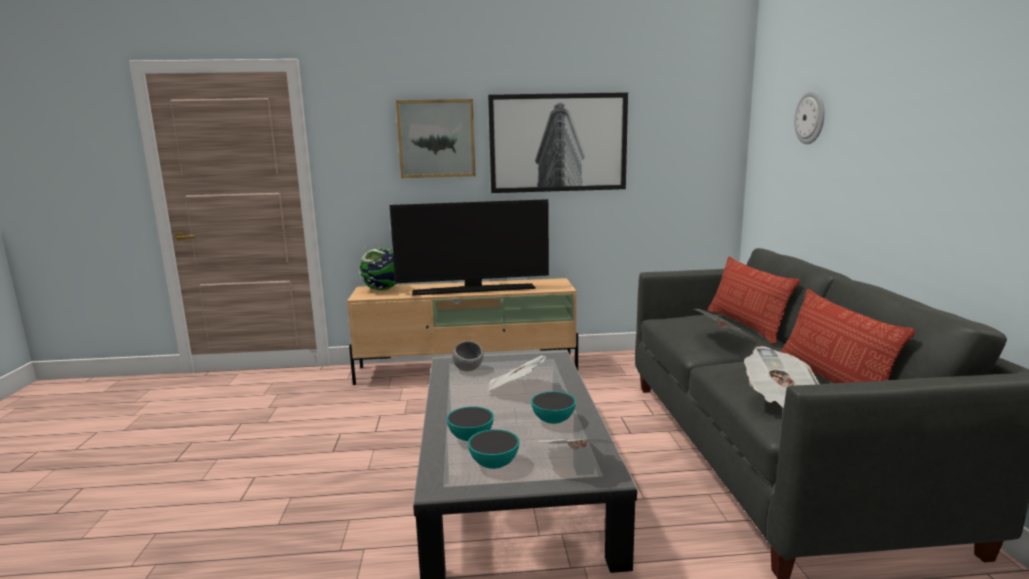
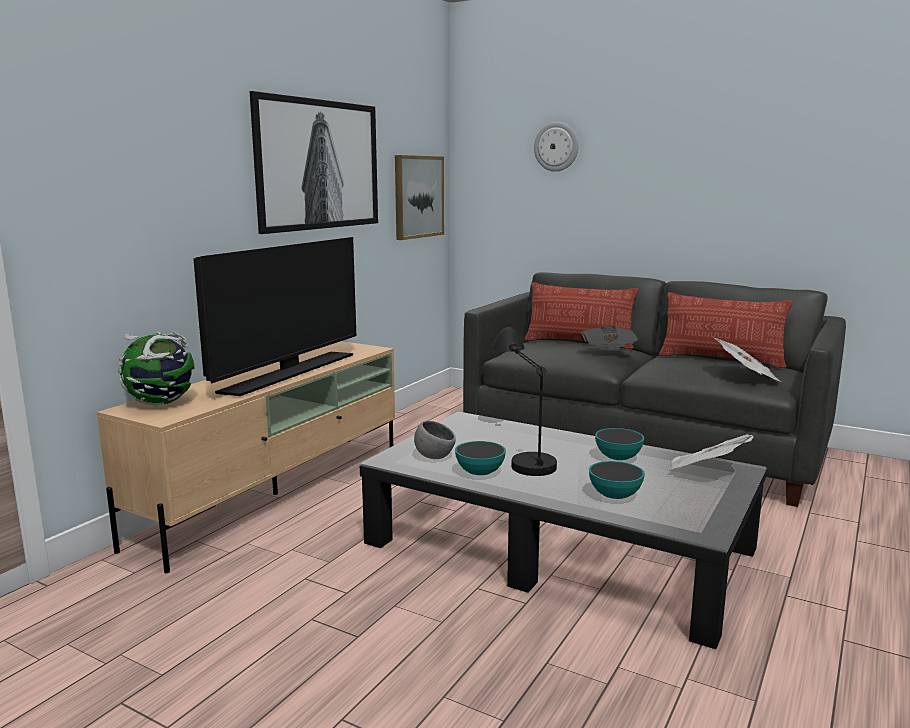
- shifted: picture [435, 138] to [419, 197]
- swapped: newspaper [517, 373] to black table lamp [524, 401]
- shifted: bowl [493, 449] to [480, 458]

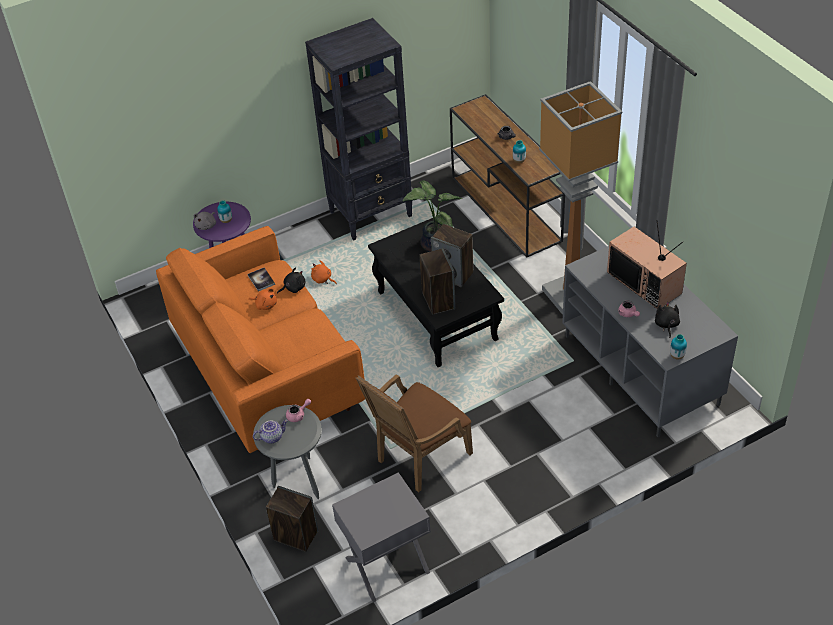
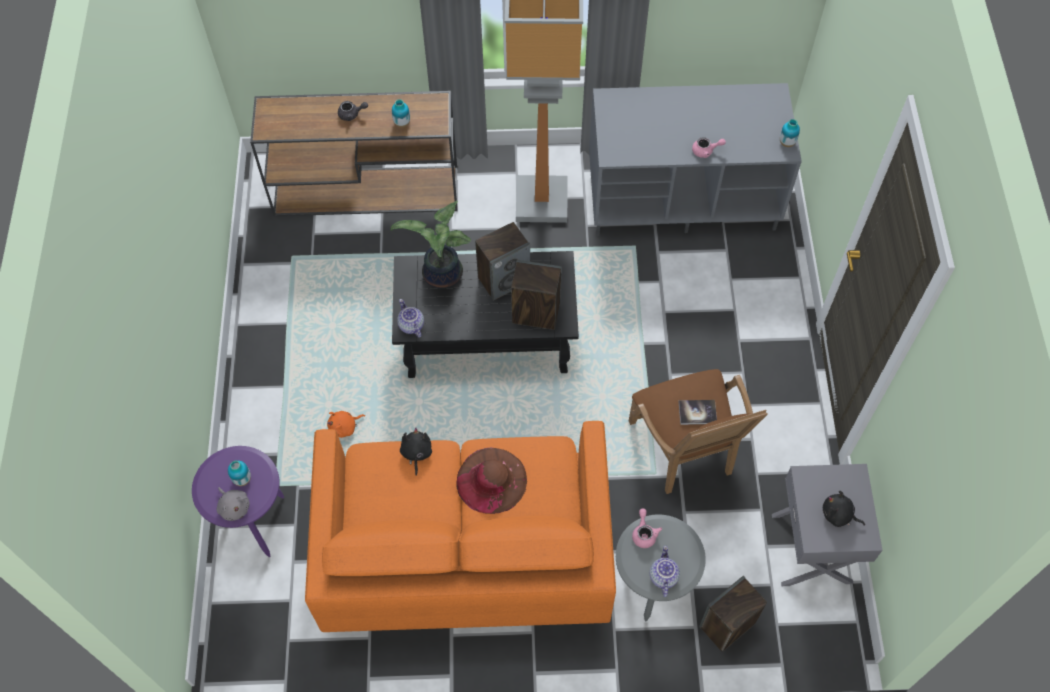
- gone: black bookcase [359, 129]
- gone: television [647, 264]
- shifted: book [261, 279] to [698, 412]
- gone: orange plush toy [263, 299]
- shifted: black plush toy [667, 320] to [844, 509]
- new: teapot [410, 318]
- new: brown hat [491, 481]

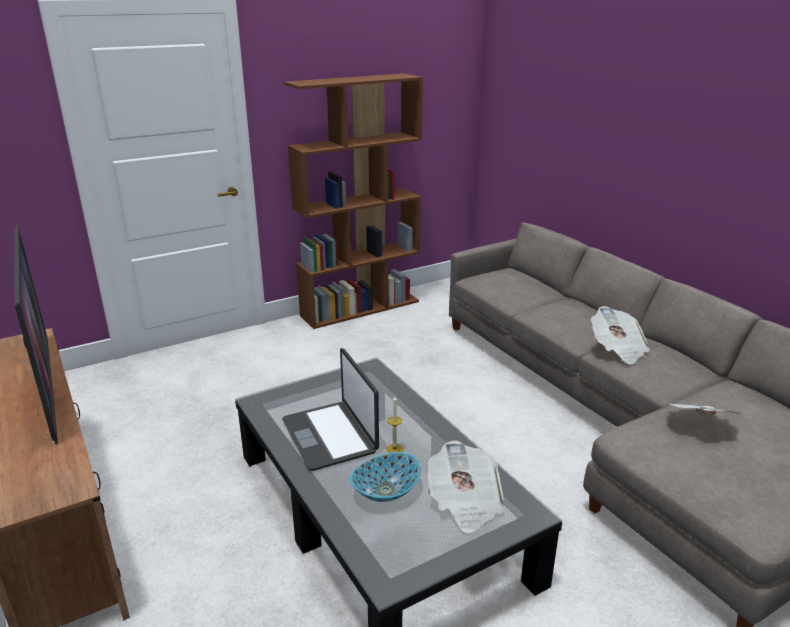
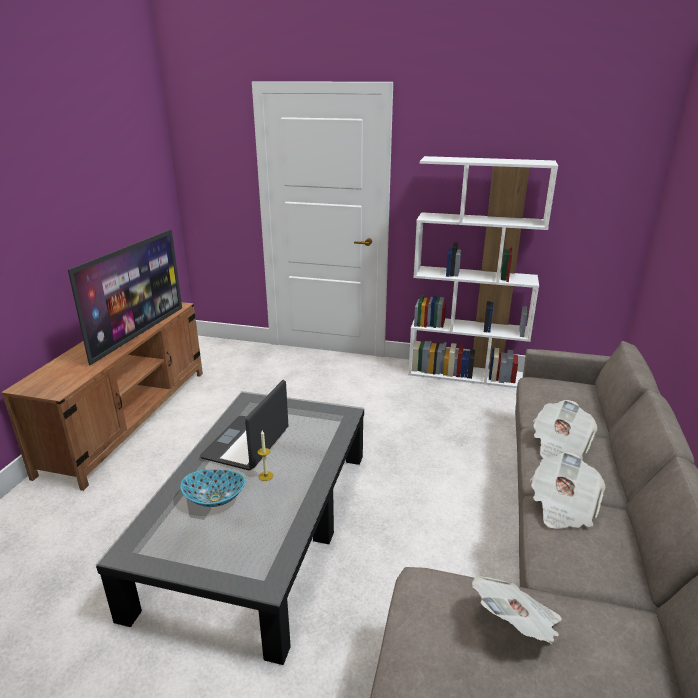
- repainted: brown bookcase [353, 201] to white bookcase [483, 272]
- shifted: newspaper [465, 487] to [565, 430]

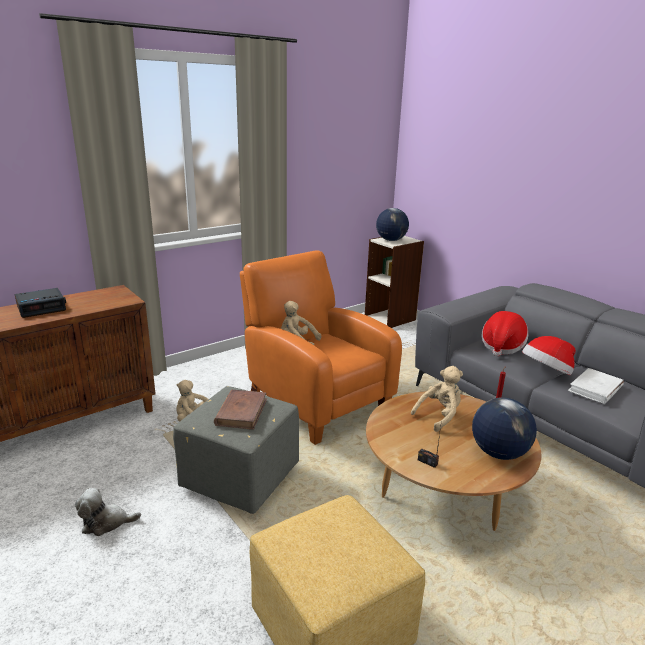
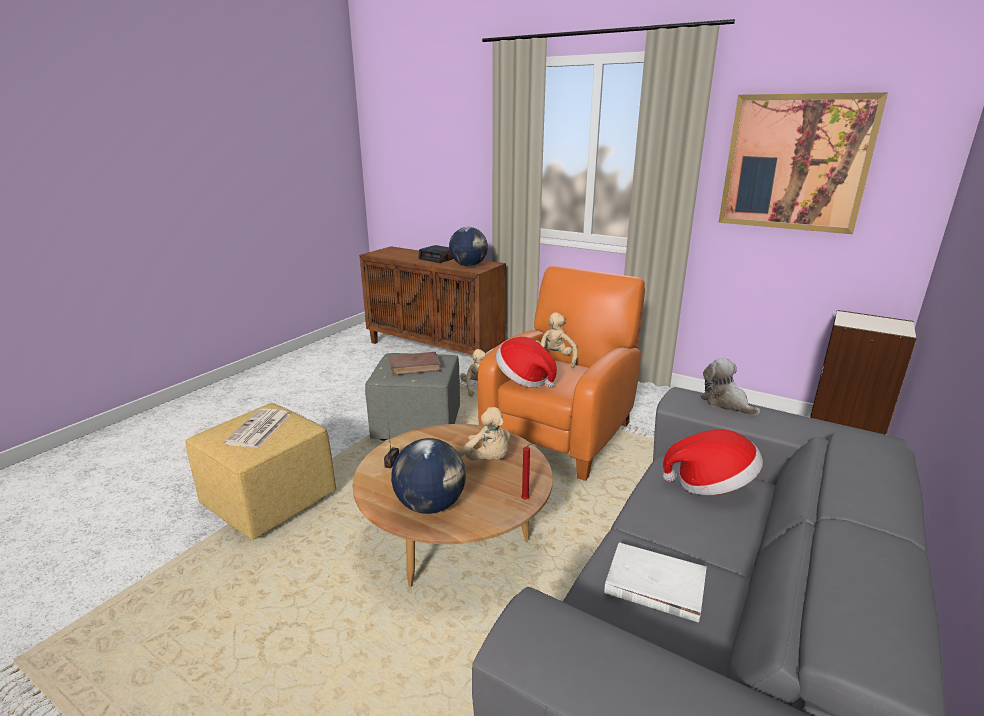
- shifted: globe [392, 224] to [468, 246]
- shifted: hat [549, 355] to [526, 362]
- shifted: plush toy [108, 512] to [730, 387]
- new: picture [803, 163]
- new: newspaper [257, 428]

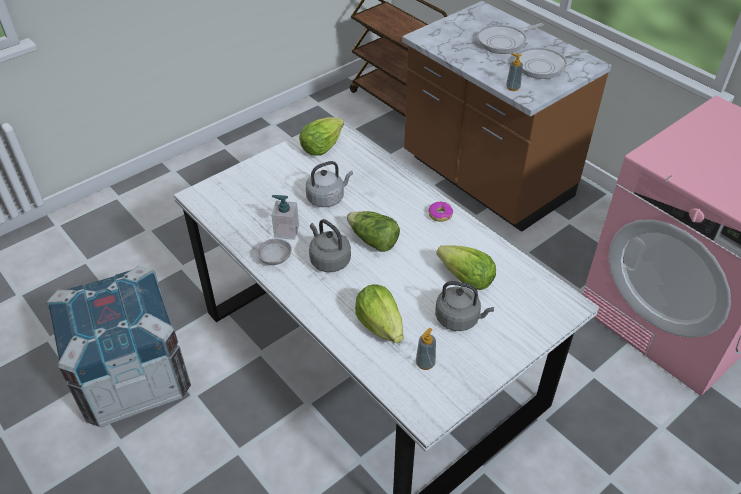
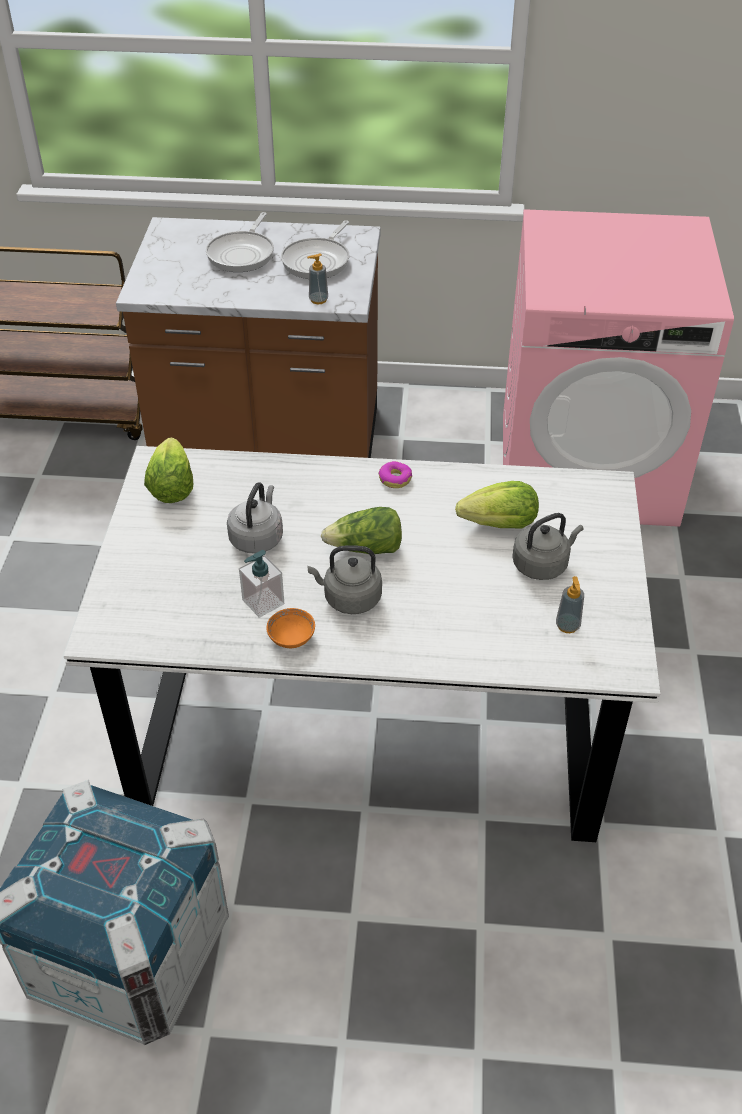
- repainted: grey bowl [274, 252] to orange bowl [290, 628]
- gone: lettuce [379, 313]

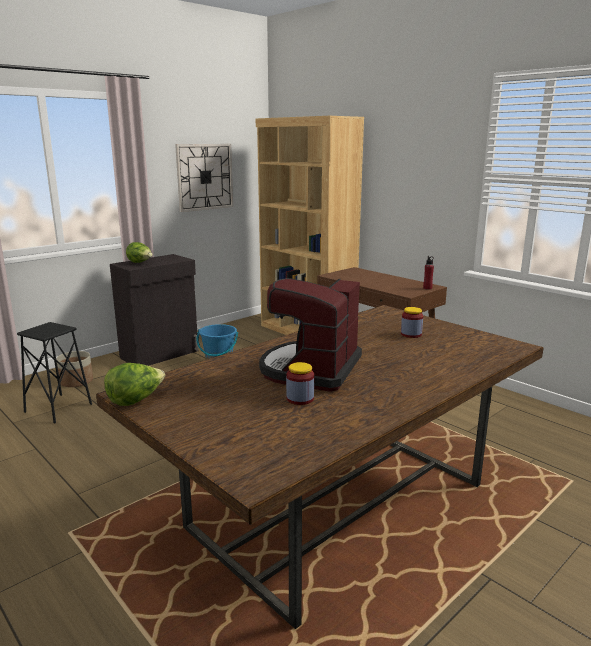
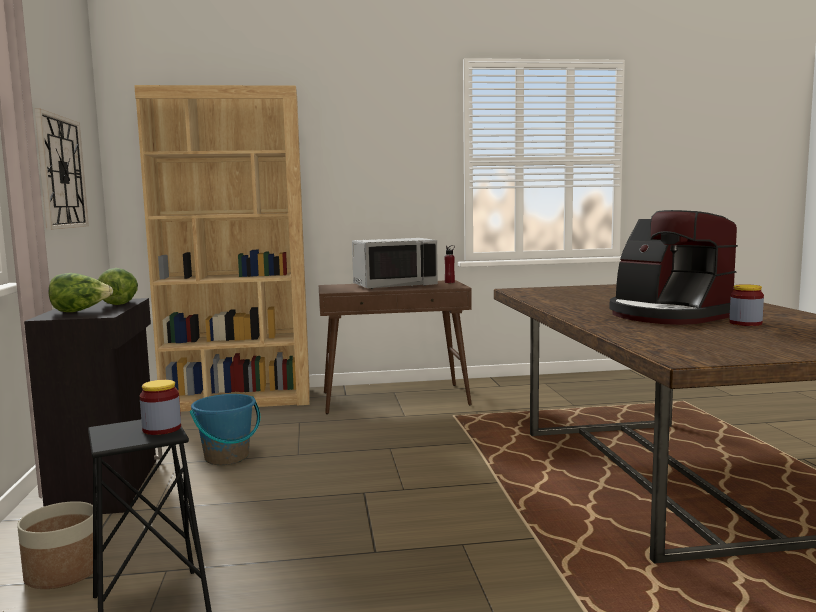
- shifted: jar [412, 322] to [160, 407]
- shifted: lettuce [134, 384] to [118, 286]
- new: grey microwave [395, 263]

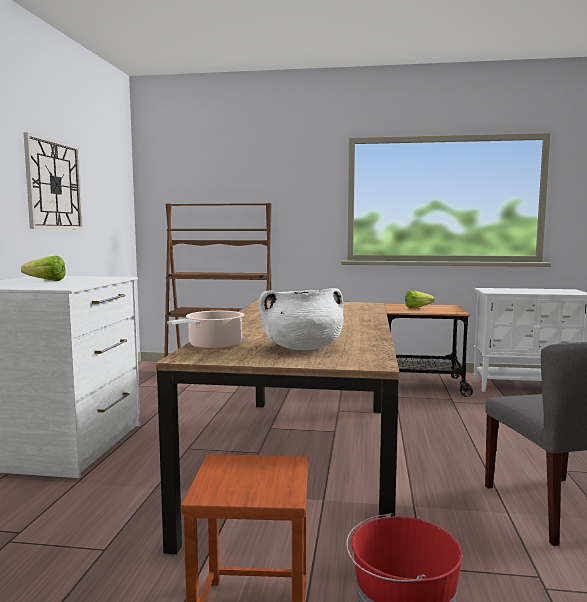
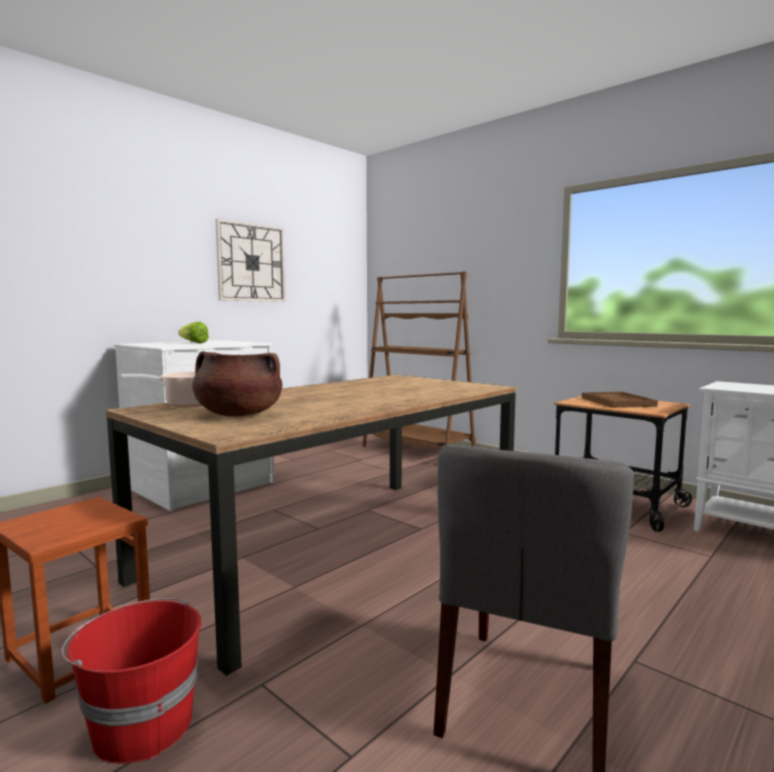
- repainted: white cooking pot [301, 319] to brown cooking pot [237, 384]
- swapped: lettuce [420, 299] to brown tray [620, 400]

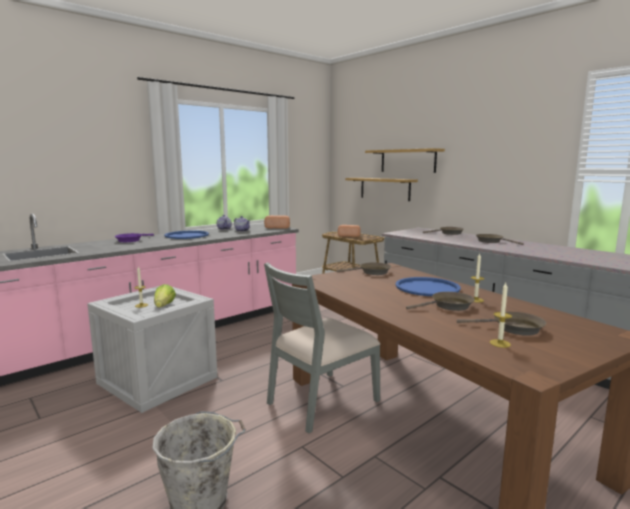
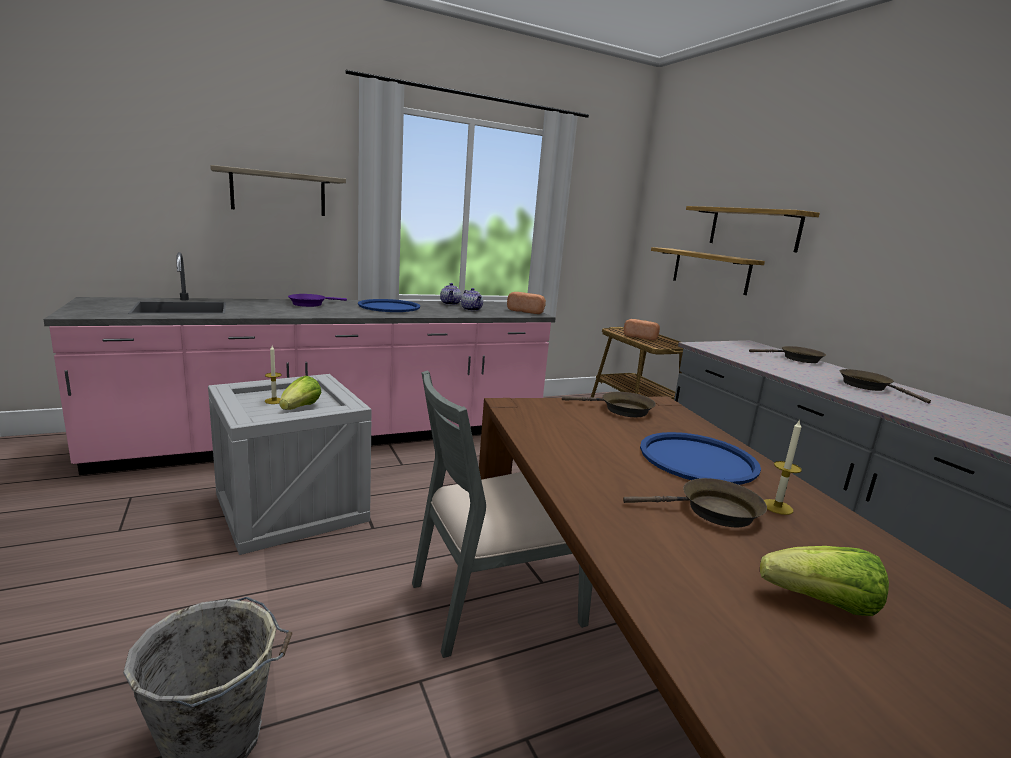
- gone: candle [501, 315]
- swapped: brown frying pan [501, 324] to lettuce [824, 581]
- new: shelf [278, 190]

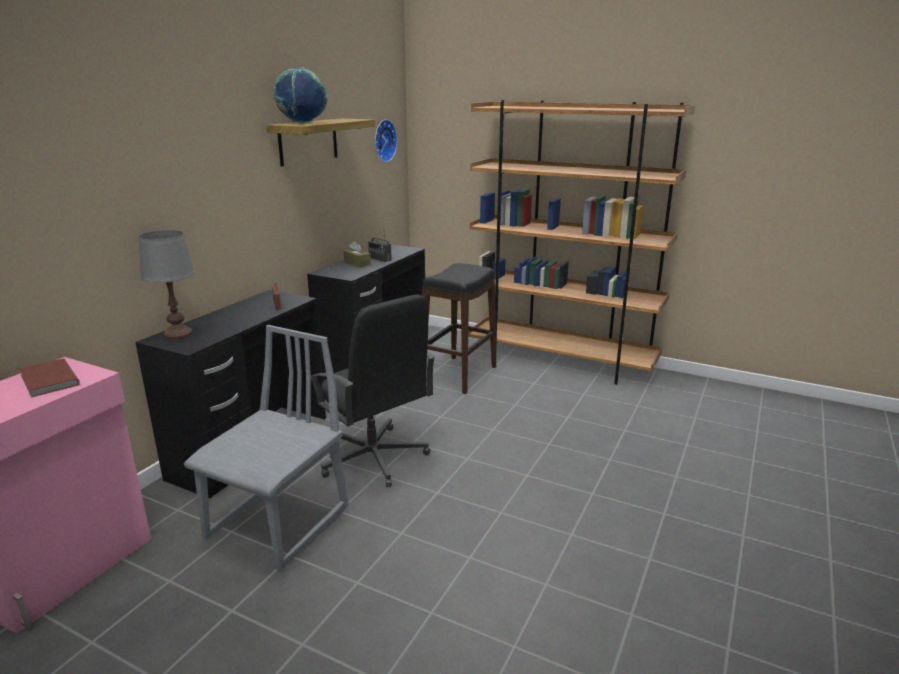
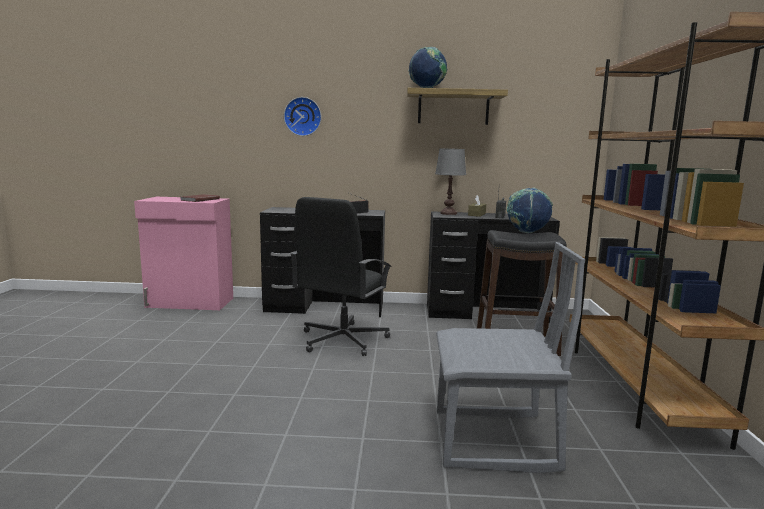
- shifted: wall clock [386, 140] to [302, 116]
- shifted: grey table lamp [167, 285] to [450, 181]
- shifted: grey chair [266, 448] to [510, 357]
- new: globe [530, 210]

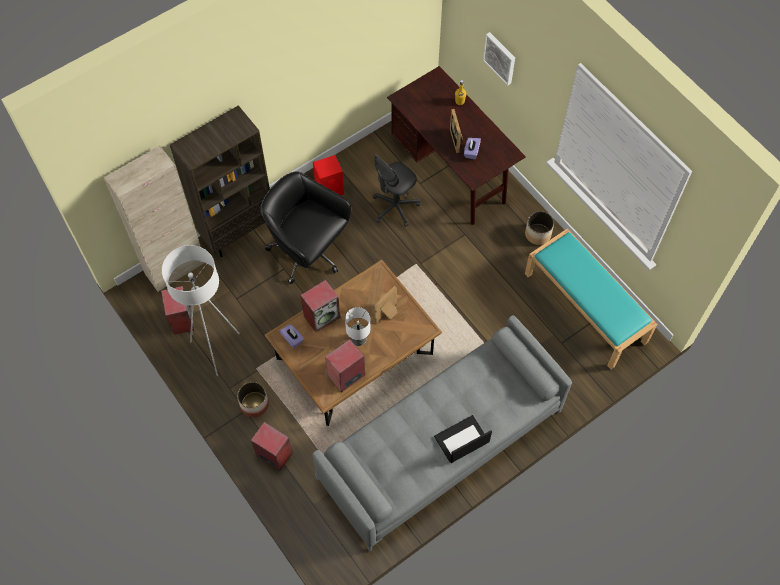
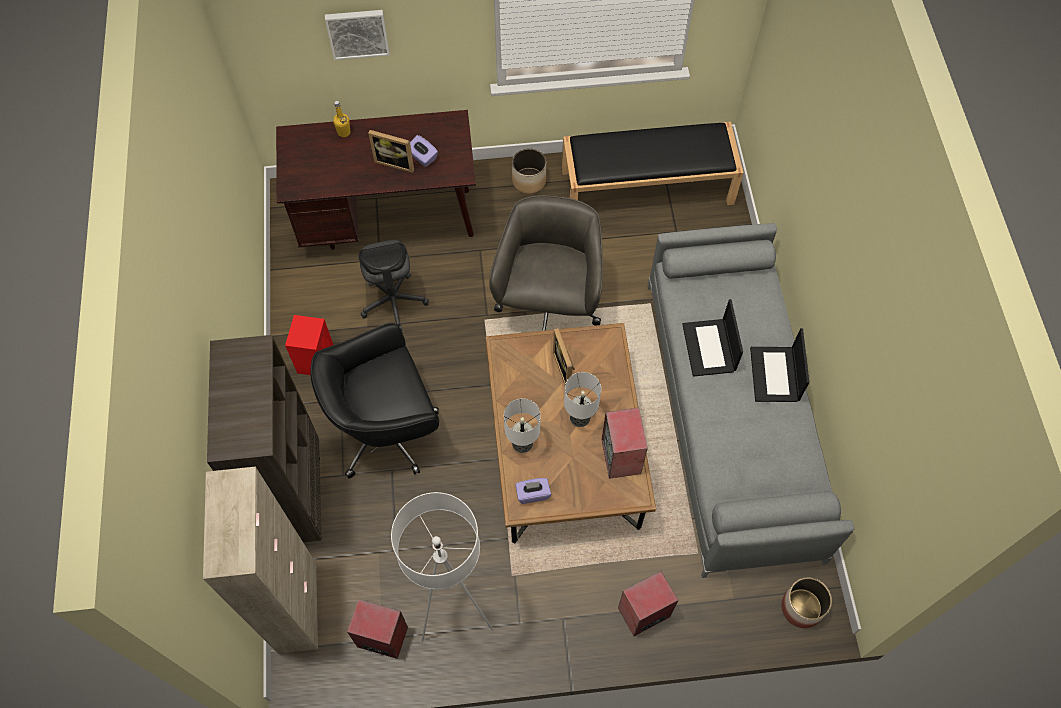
- repainted: turquoise bench [591, 298] to black bench [653, 163]
- swapped: speaker [320, 306] to table lamp [522, 425]
- shifted: planter [253, 399] to [806, 603]
- new: grey office chair [546, 263]
- new: laptop [712, 338]

